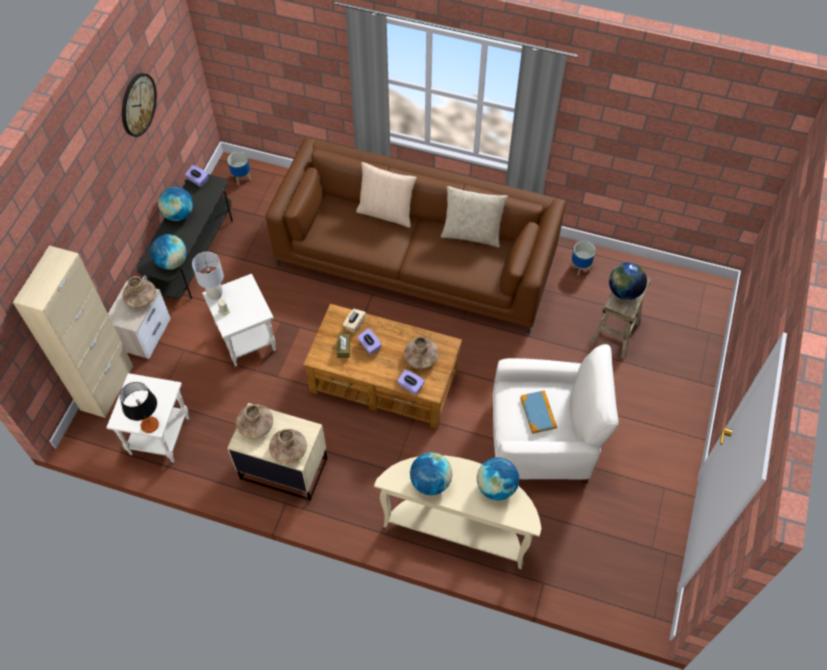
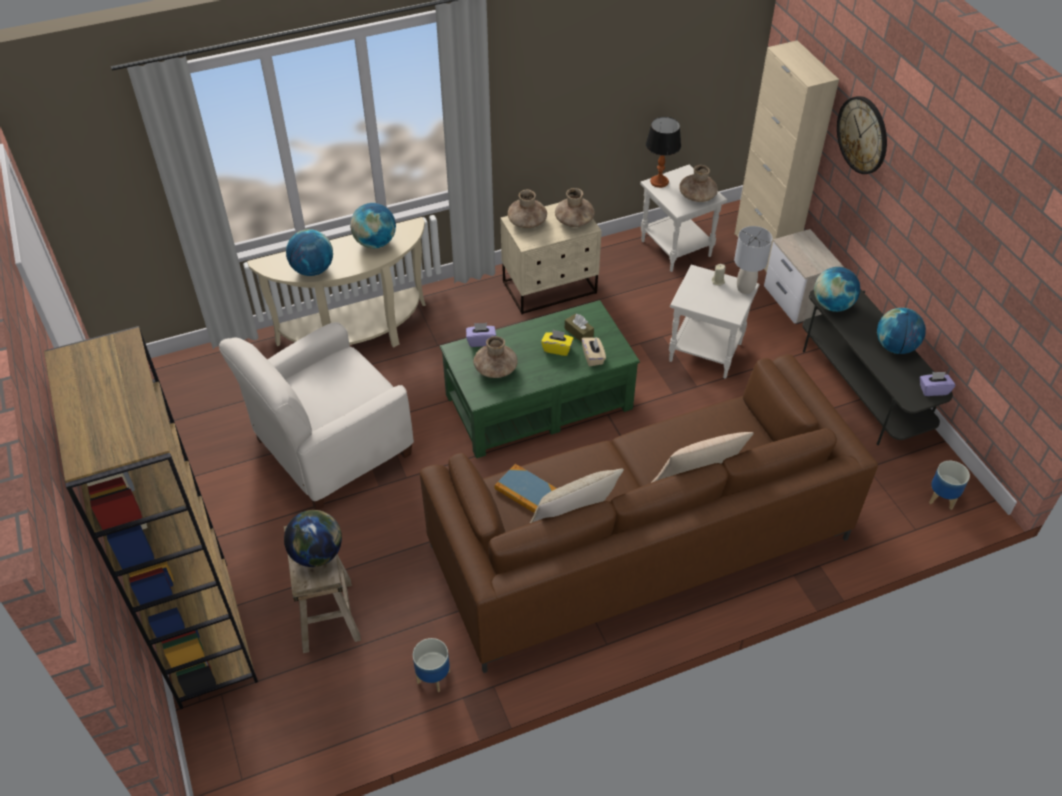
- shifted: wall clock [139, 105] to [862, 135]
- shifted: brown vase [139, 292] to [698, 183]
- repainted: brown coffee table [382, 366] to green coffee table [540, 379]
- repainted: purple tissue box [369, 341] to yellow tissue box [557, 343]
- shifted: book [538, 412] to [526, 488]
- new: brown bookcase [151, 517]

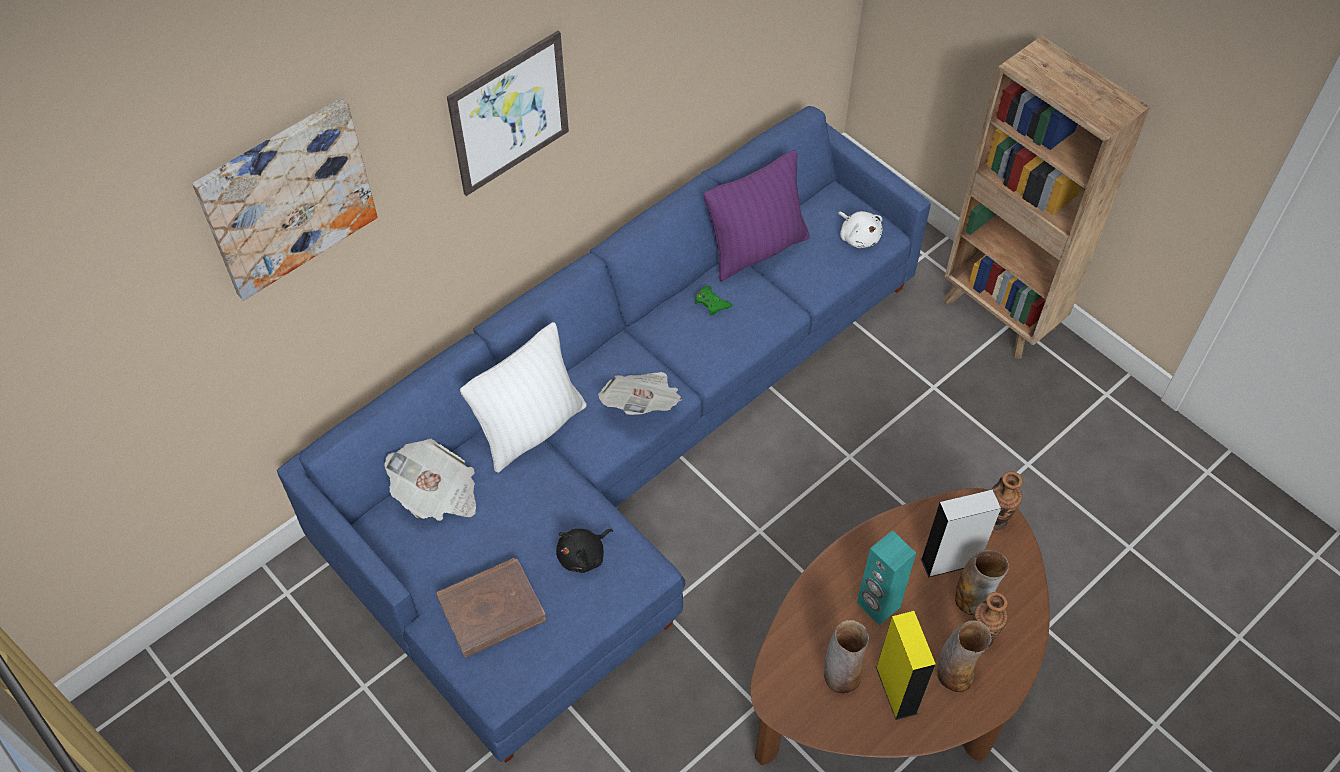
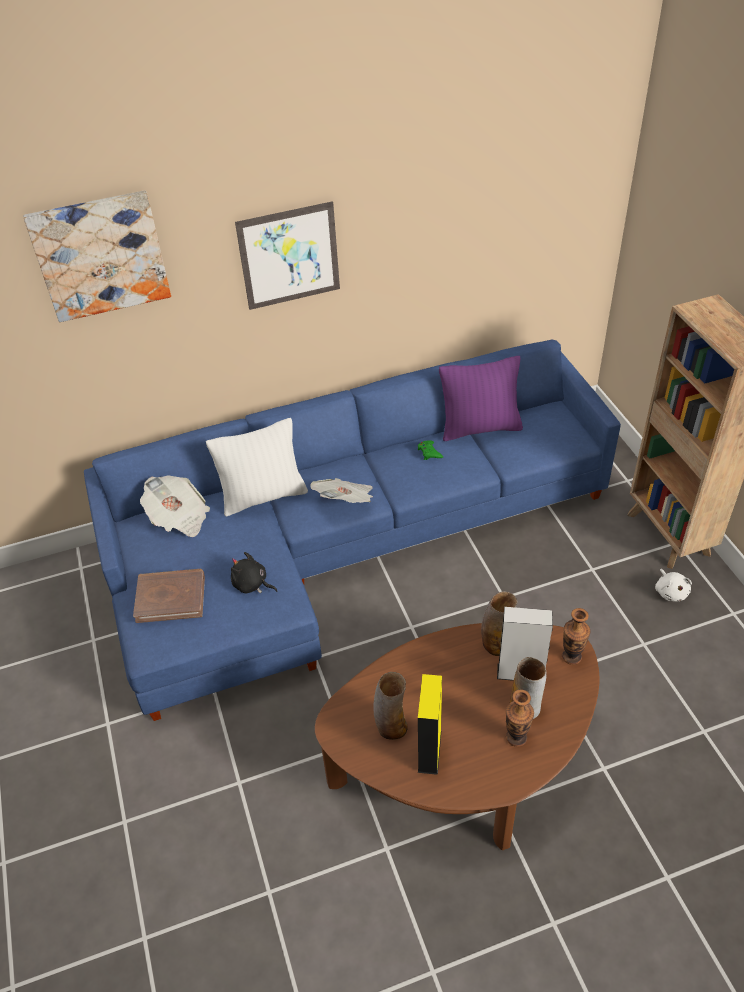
- shifted: white plush toy [860, 229] to [673, 585]
- rotated: black plush toy [584, 551] = [254, 572] 45 degrees clockwise
- gone: turquoise speaker [886, 577]
- shifted: vase [964, 656] to [499, 623]

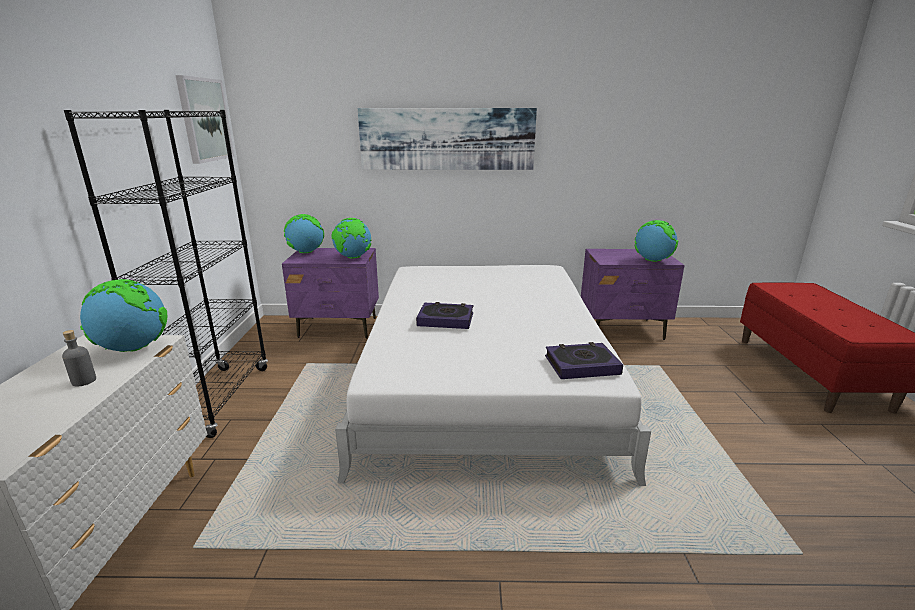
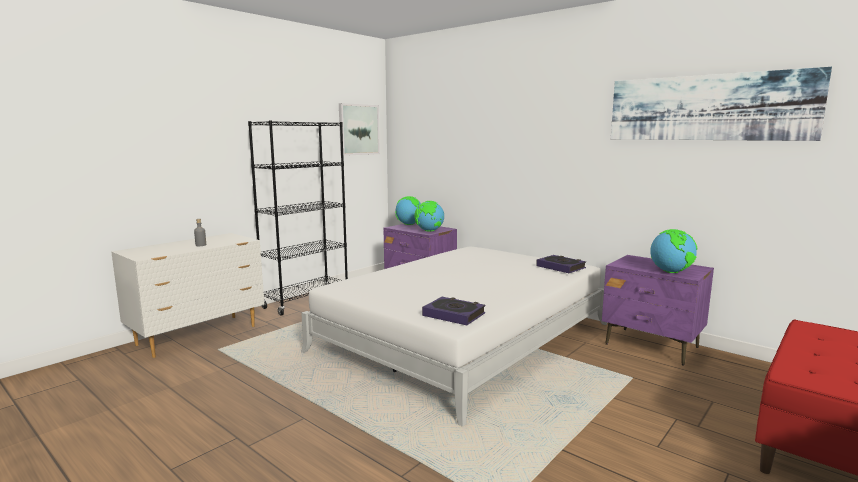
- shifted: picture [447, 139] to [721, 104]
- gone: globe [124, 315]
- shifted: book [444, 315] to [561, 264]

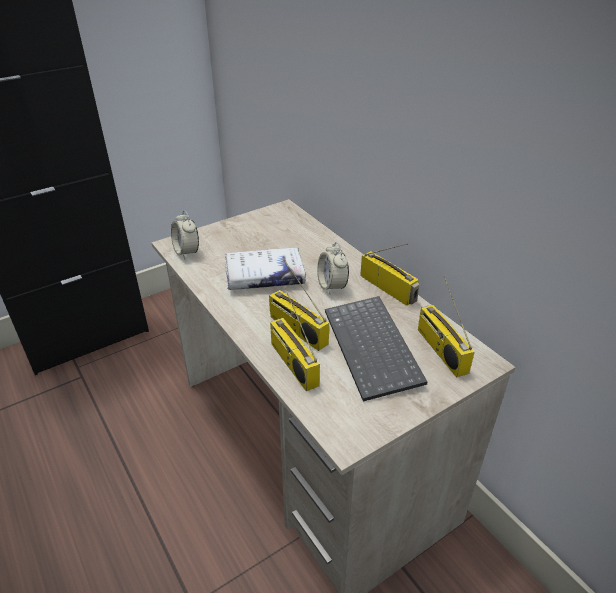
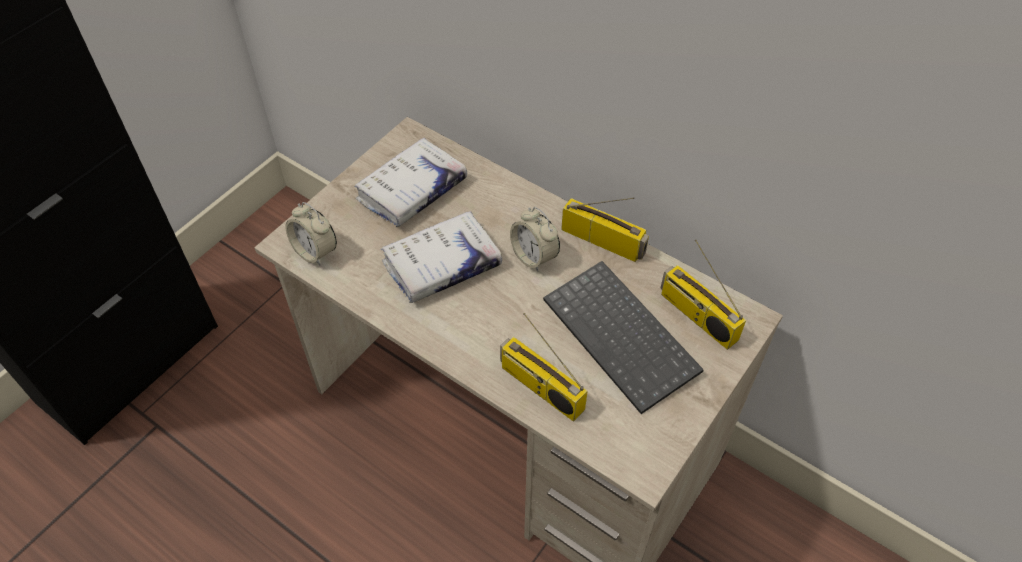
- gone: radio [299, 305]
- new: white book [410, 182]

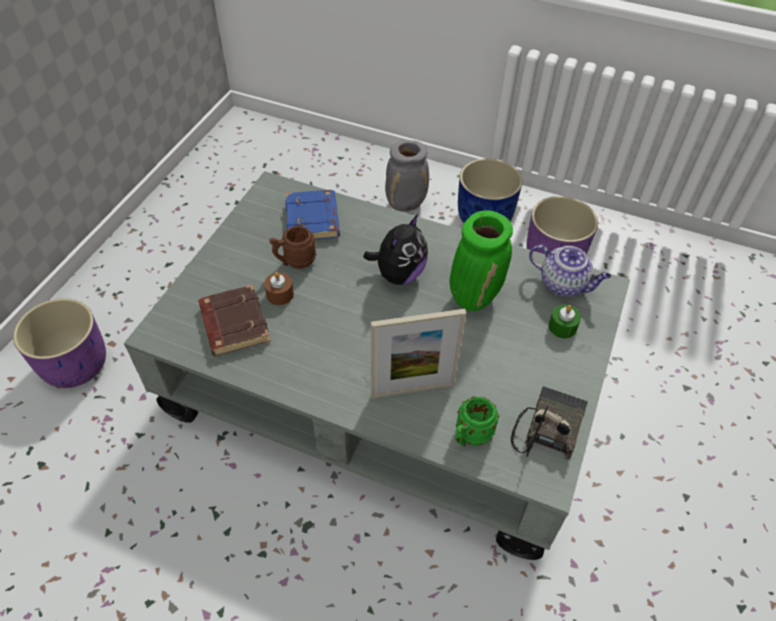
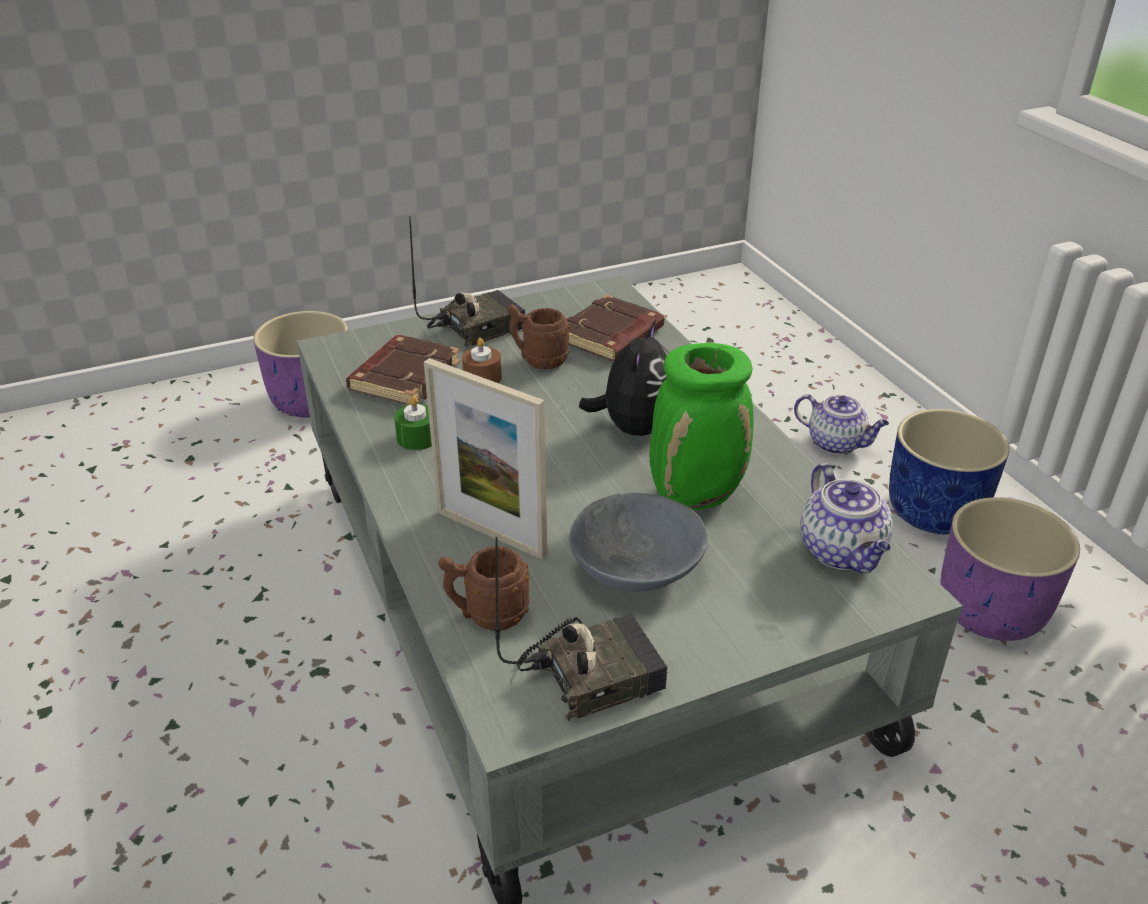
- swapped: grey vase [407, 176] to teapot [841, 424]
- repainted: blue book [312, 214] to brown book [616, 328]
- rotated: plush toy [395, 249] = [624, 378] 60 degrees counterclockwise
- shifted: green candle [565, 321] to [413, 423]
- repainted: green mug [477, 421] to brown mug [483, 588]
- new: radio [467, 281]
- new: grey bowl [638, 542]

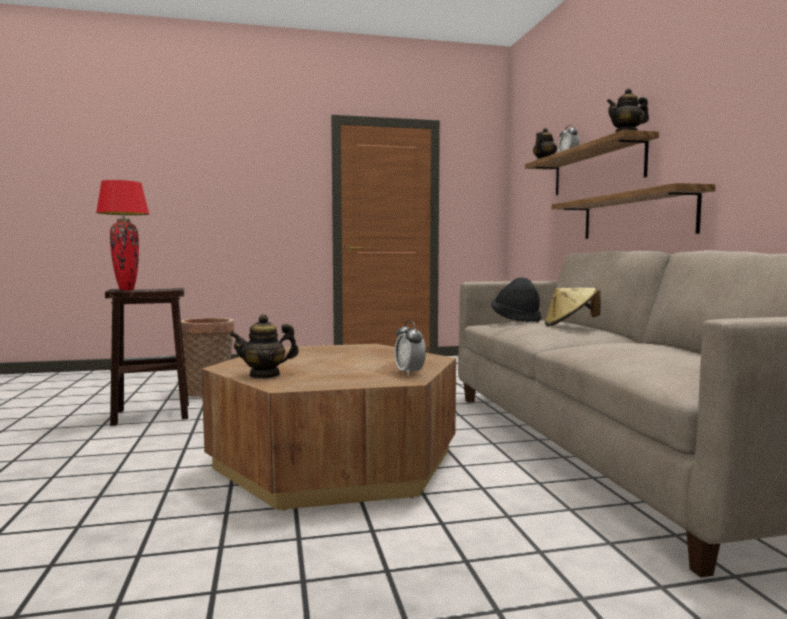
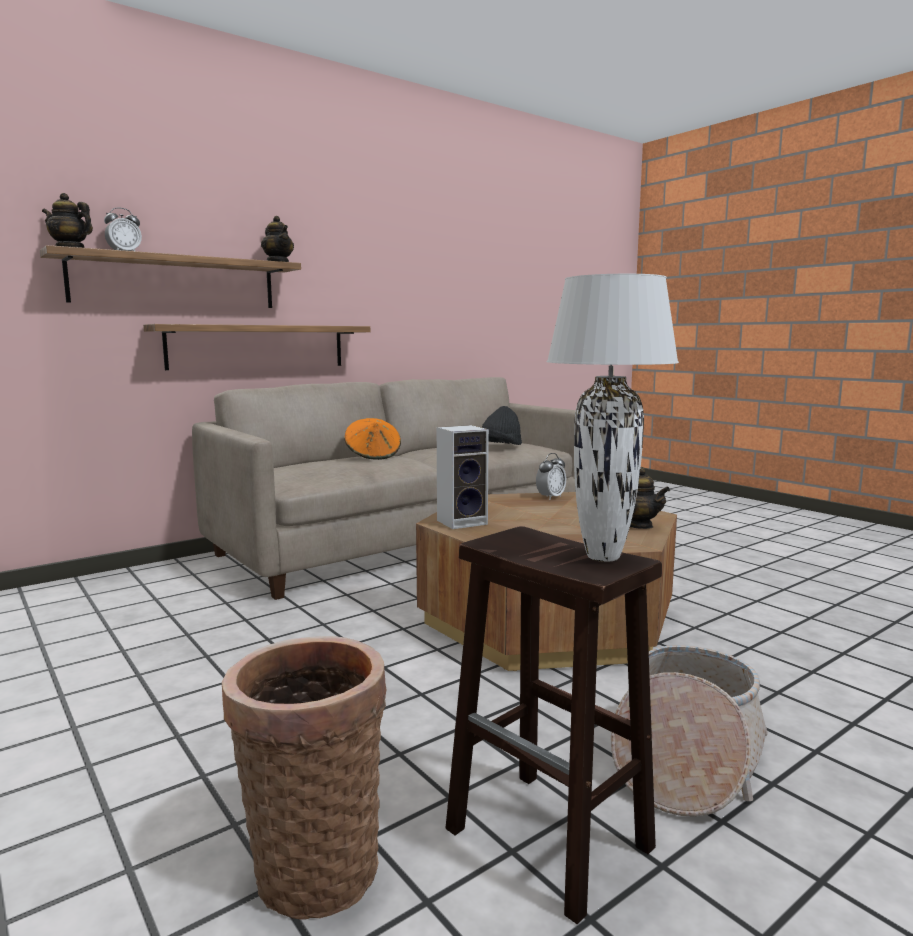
- repainted: red table lamp [122, 235] to white table lamp [613, 418]
- shifted: black hat [516, 299] to [502, 425]
- repainted: beige hat [573, 307] to orange hat [372, 439]
- new: speaker [463, 477]
- new: basket [689, 731]

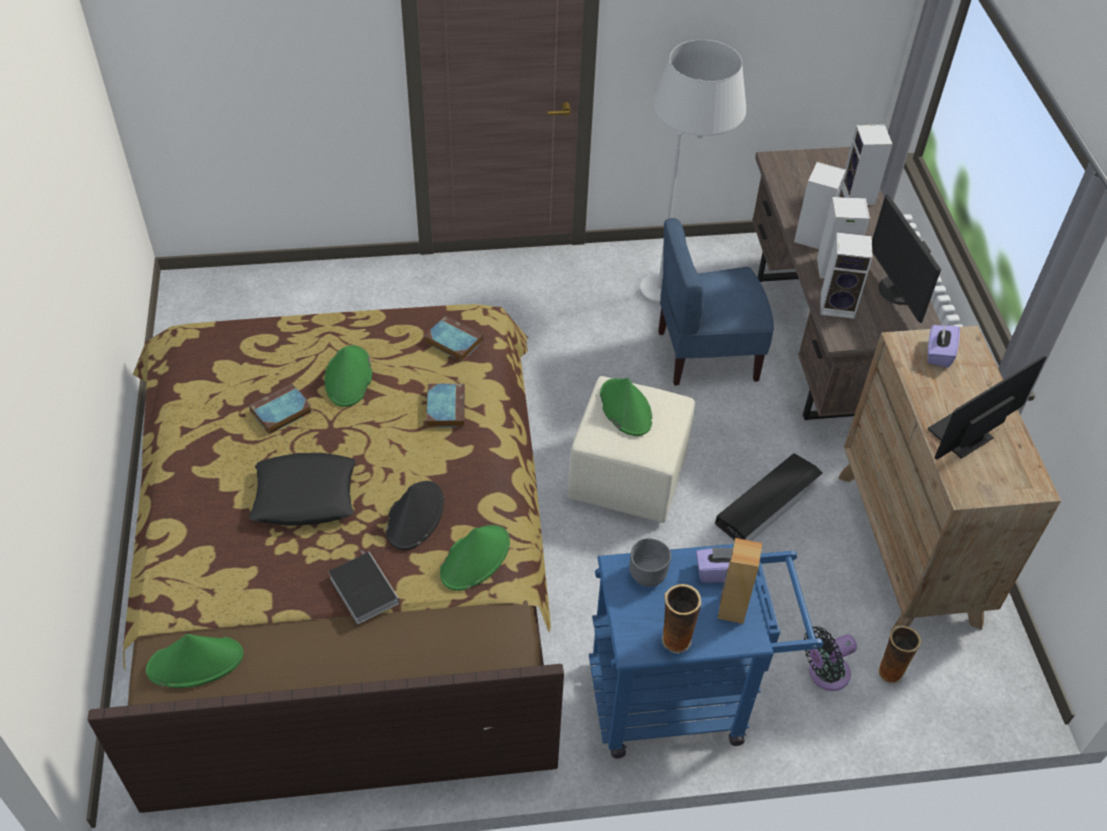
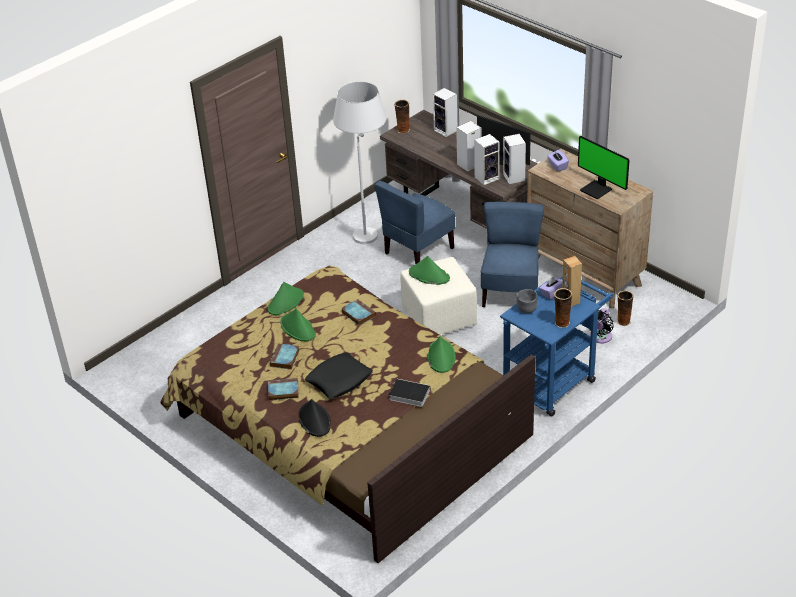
- shifted: speaker [820, 205] to [514, 159]
- shifted: book [454, 338] to [283, 389]
- rotated: monitor [987, 408] = [604, 168] 60 degrees counterclockwise
- swapped: black storage box [769, 497] to blue chair [512, 254]
- shifted: black hat [415, 515] to [315, 418]
- shifted: green hat [195, 661] to [285, 298]
- new: vase [402, 117]

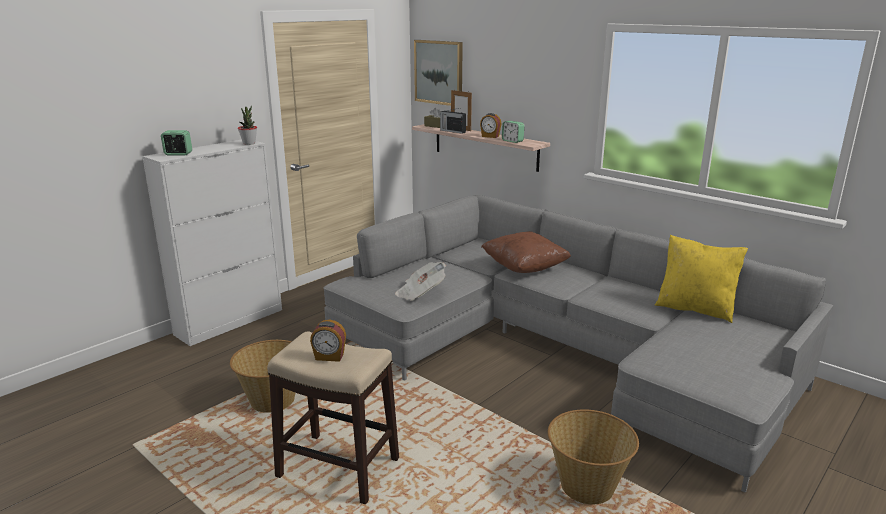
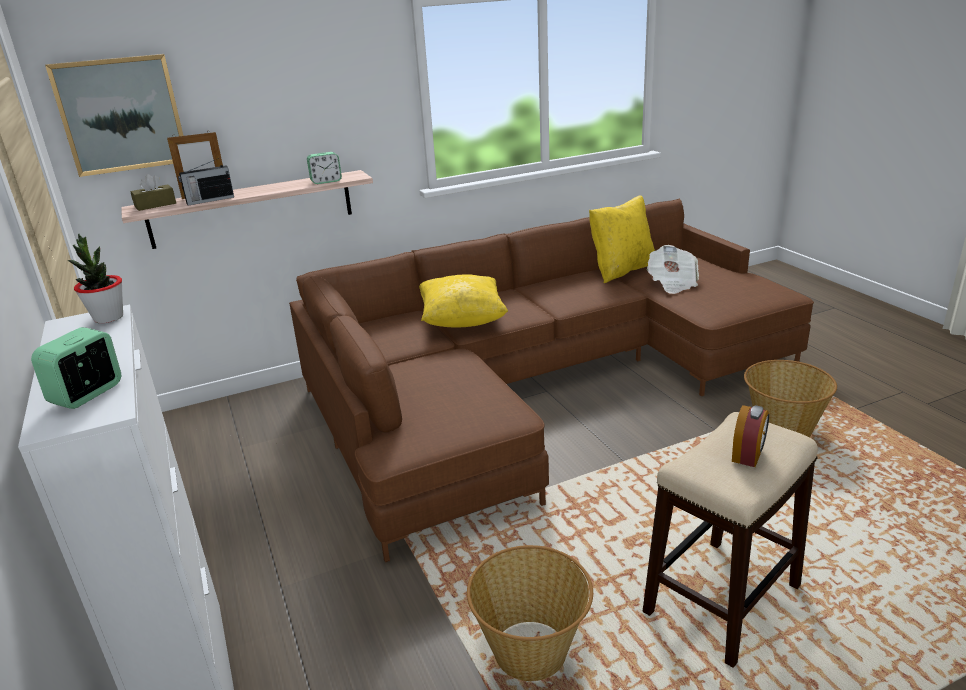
- gone: alarm clock [490, 125]
- repainted: grey sofa [578, 344] to brown sofa [551, 380]
- repainted: brown pillow [526, 252] to yellow pillow [463, 300]
- shifted: newspaper [420, 281] to [673, 269]

